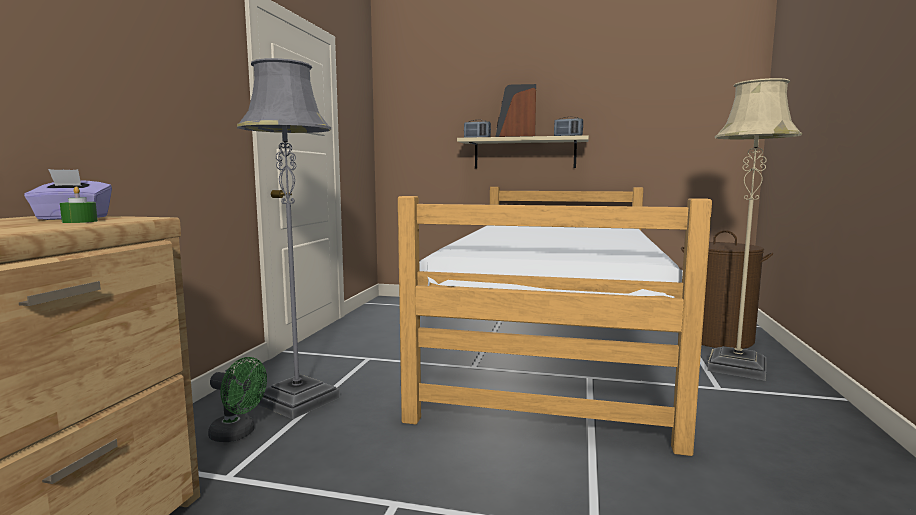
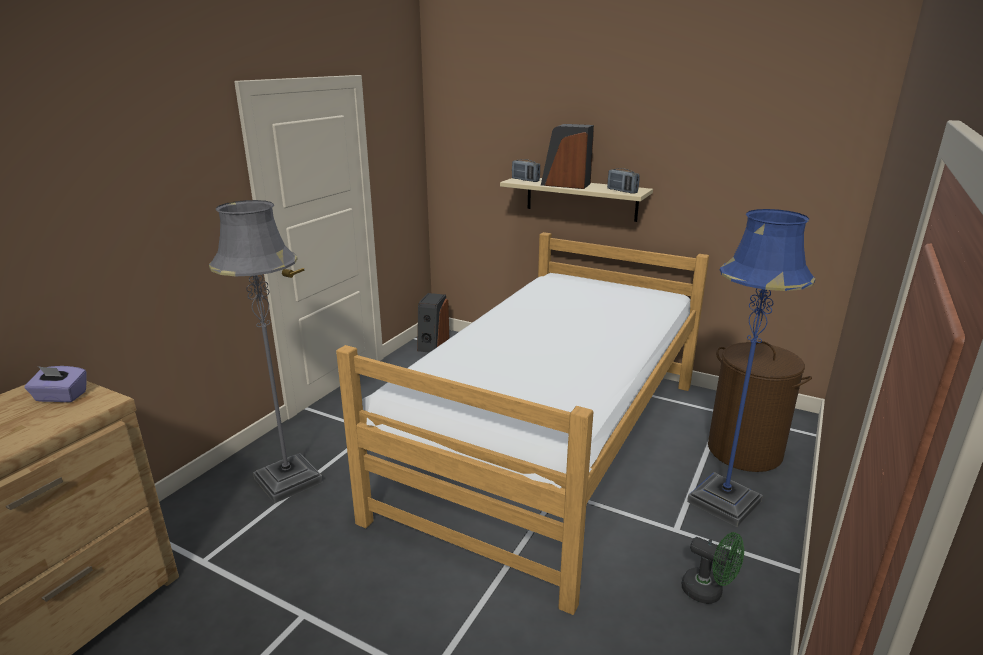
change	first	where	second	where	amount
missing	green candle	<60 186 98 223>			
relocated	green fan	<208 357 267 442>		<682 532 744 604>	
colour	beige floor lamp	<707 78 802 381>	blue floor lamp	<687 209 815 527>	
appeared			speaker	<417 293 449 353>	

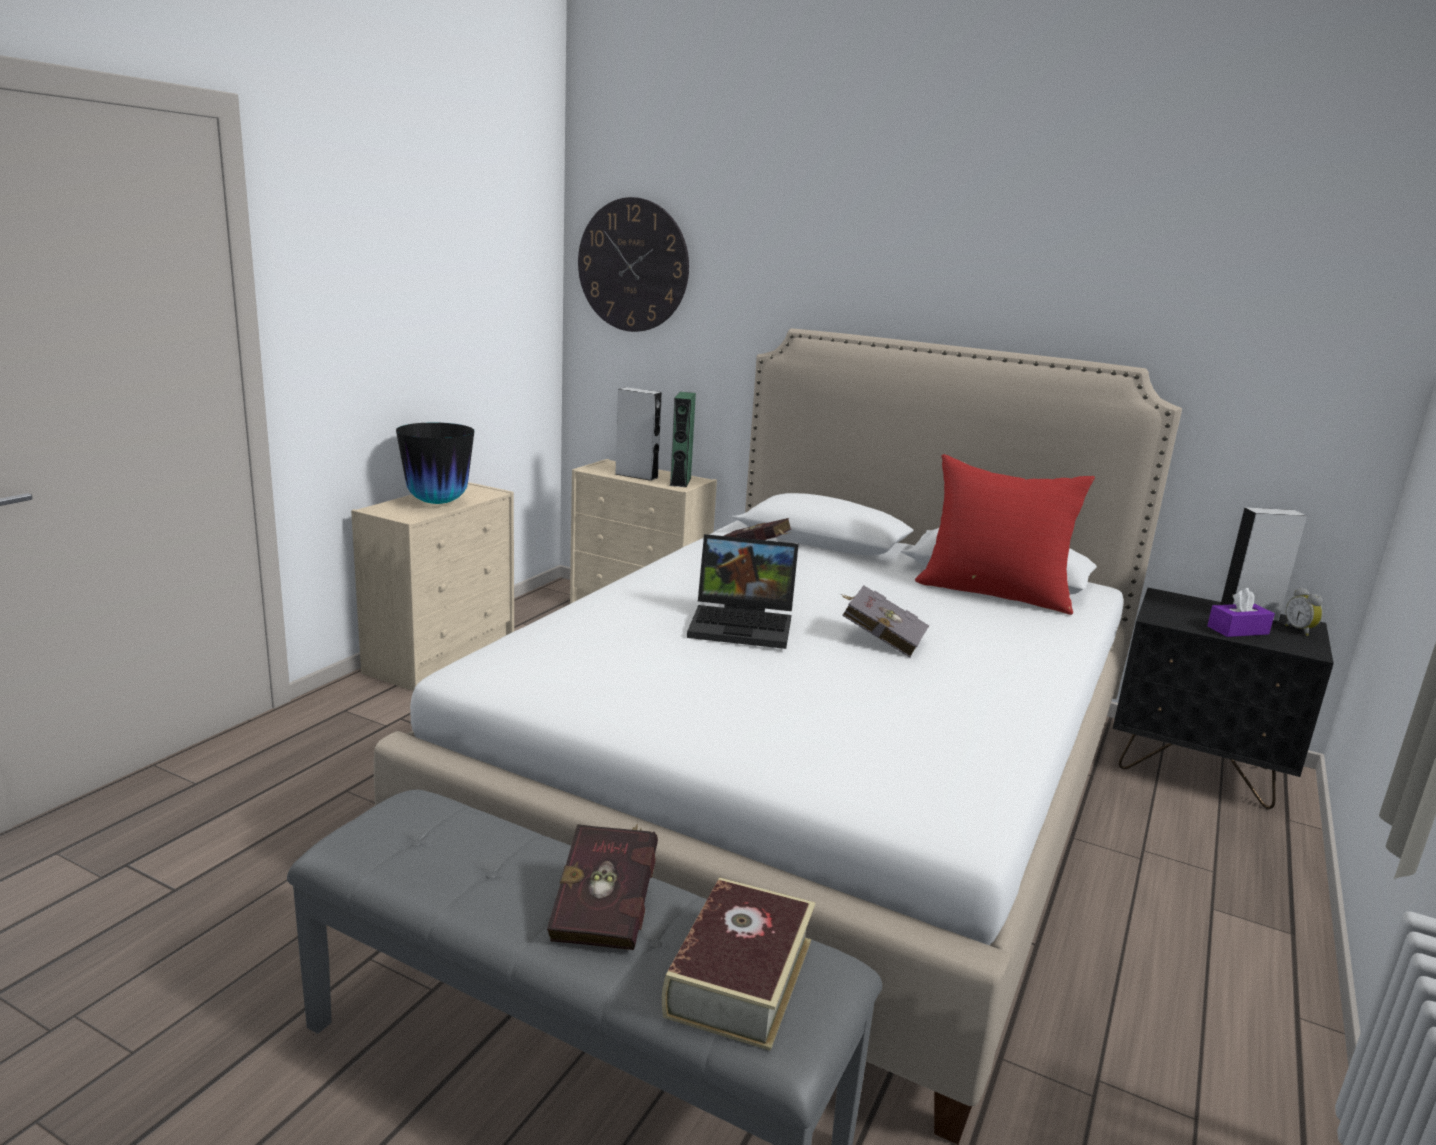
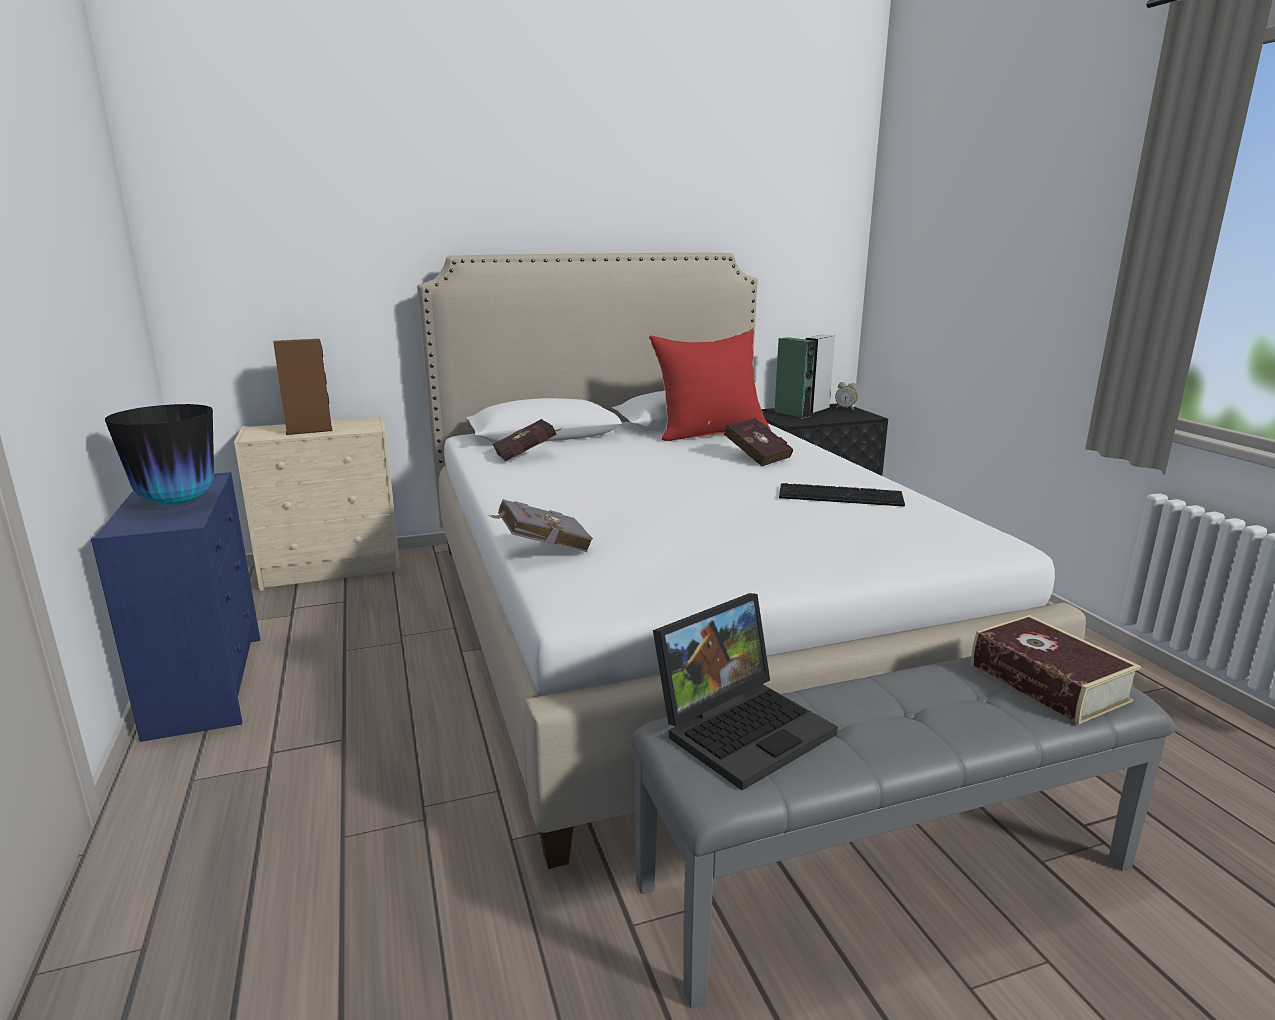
change	first	where	second	where	amount
colour	beige dresser	<351 482 514 691>	blue dresser	<91 472 260 742>	
relocated	red book	<547 824 658 950>		<724 418 793 466>	
missing	wall clock	<578 197 689 332>			
colour	grey speaker	<615 387 662 481>	brown speaker	<273 339 333 435>	
relocated	green speaker	<670 392 696 487>		<774 337 816 419>	
relocated	laptop	<687 534 799 649>		<653 593 838 790>	
relocated	grey book	<841 585 929 658>		<488 499 593 552>	
missing	purple tissue box	<1207 588 1275 637>			
appeared			keyboard	<779 483 905 507>	

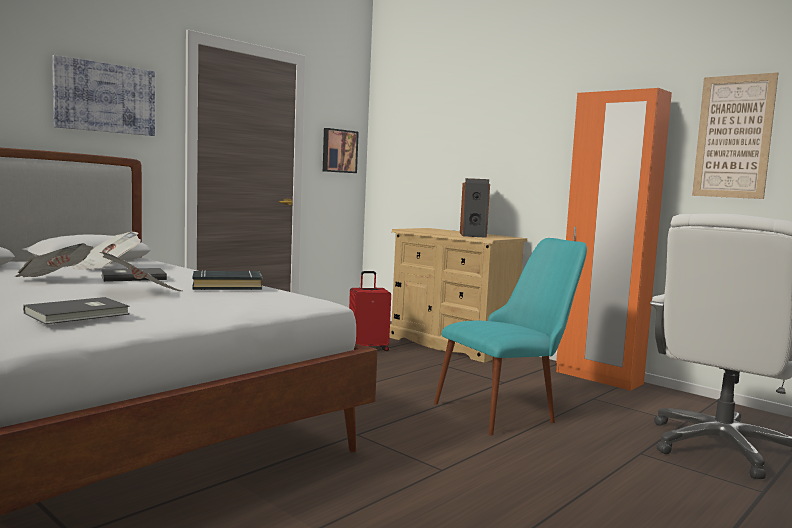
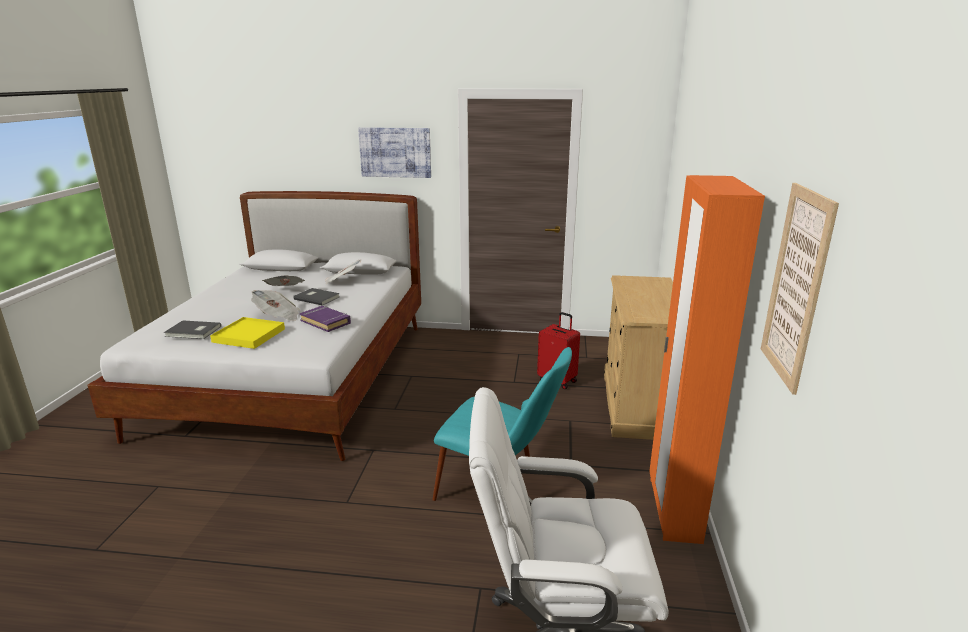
change	first	where	second	where	amount
colour	black book	<192 270 263 290>	purple book	<300 306 351 332>	
missing	picture	<323 128 359 173>			
missing	speaker	<460 178 490 238>			
appeared			yellow tray	<210 317 285 349>	

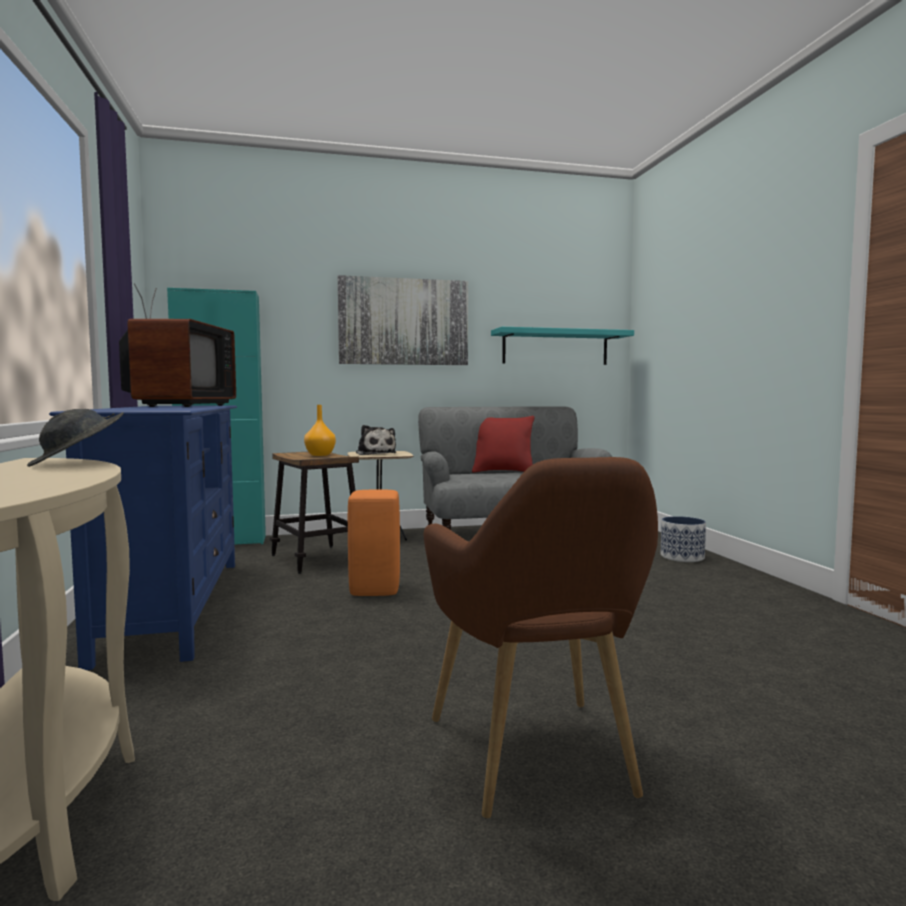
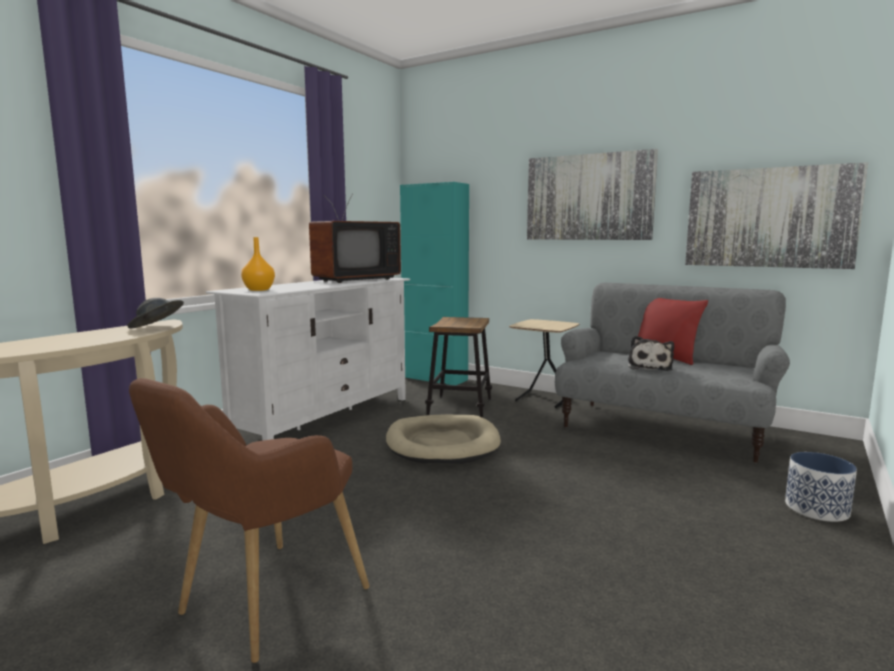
change	first	where	second	where	amount
colour	blue tv stand	<49 405 237 670>	white tv stand	<205 278 410 441>	
relocated	orange vase	<304 405 336 456>		<241 237 275 291>	
exchanged	orange stool	<348 490 400 596>	beige dog bed	<386 415 501 464>	
relocated	plush toy	<356 425 396 455>		<628 336 674 371>	
exchanged	turquoise shelf	<491 327 634 365>	picture	<685 162 868 269>	

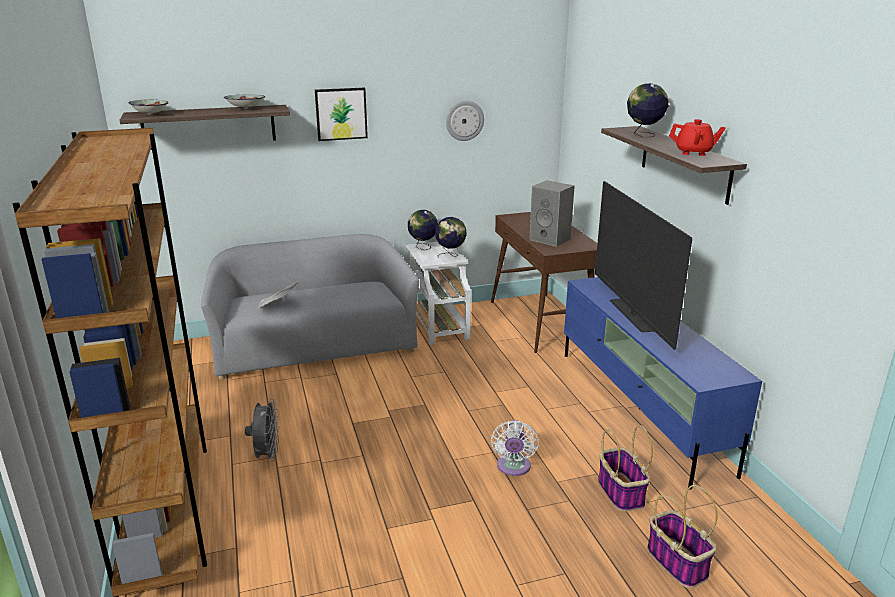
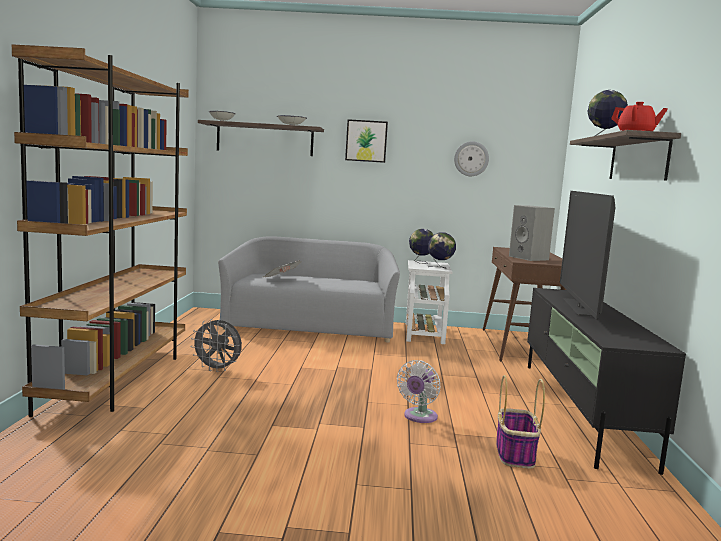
change	first	where	second	where	amount
spun	grey fan	<245 398 279 462>		<190 319 242 372>	90 degrees clockwise
colour	blue tv stand	<564 277 762 490>	black tv stand	<527 288 686 475>	
missing	basket	<647 485 717 588>			

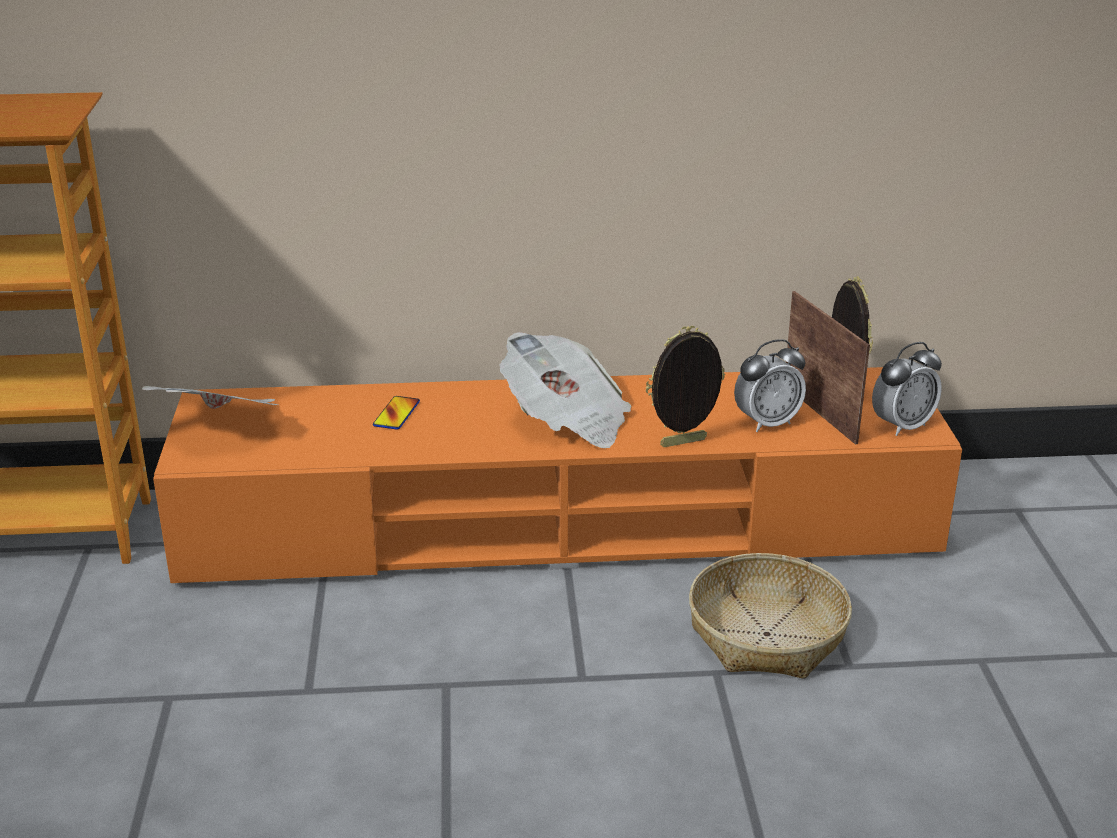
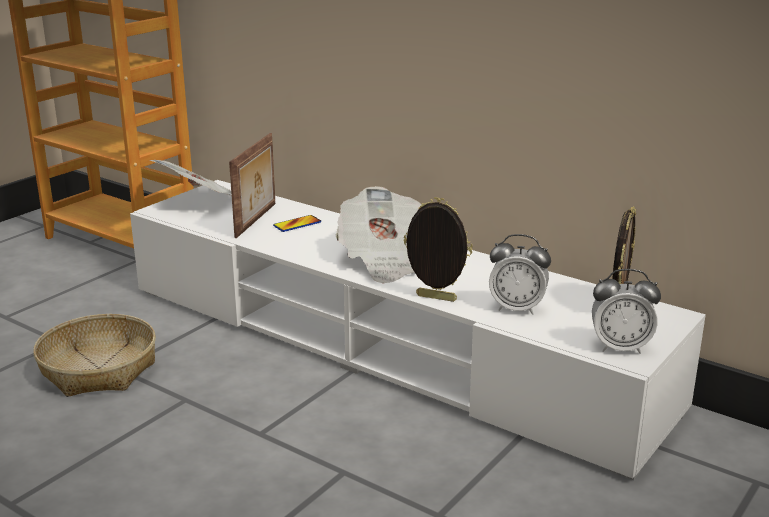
change	first	where	second	where	amount
colour	orange tv stand	<153 367 962 585>	white tv stand	<130 180 706 480>	
relocated	basket	<689 553 852 679>		<33 314 156 397>	
relocated	picture frame	<786 291 870 445>		<229 133 275 238>	

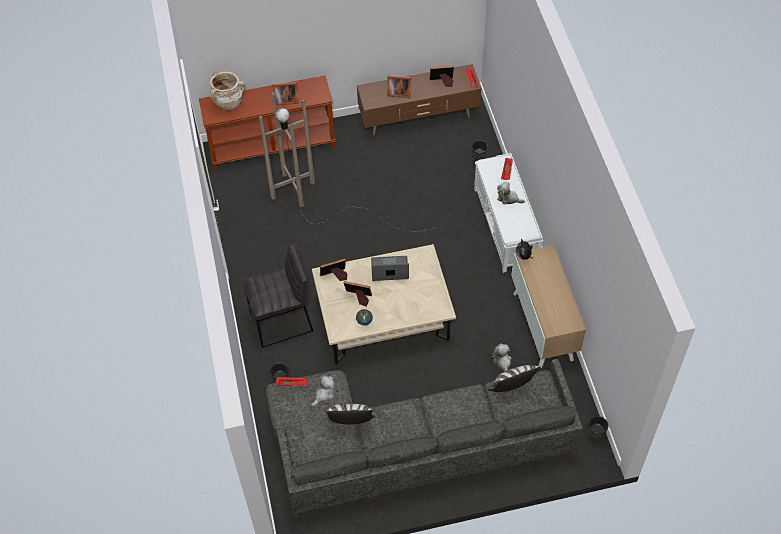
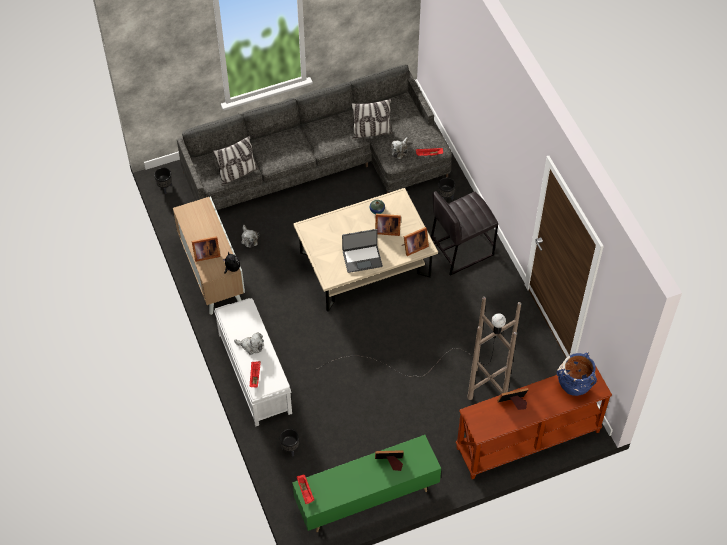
change	first	where	second	where	amount
colour	beige vase	<210 71 245 111>	blue vase	<557 352 597 396>	
colour	brown tv stand	<357 64 482 136>	green tv stand	<292 435 441 532>	
relocated	picture frame	<430 66 454 87>		<192 236 221 262>	

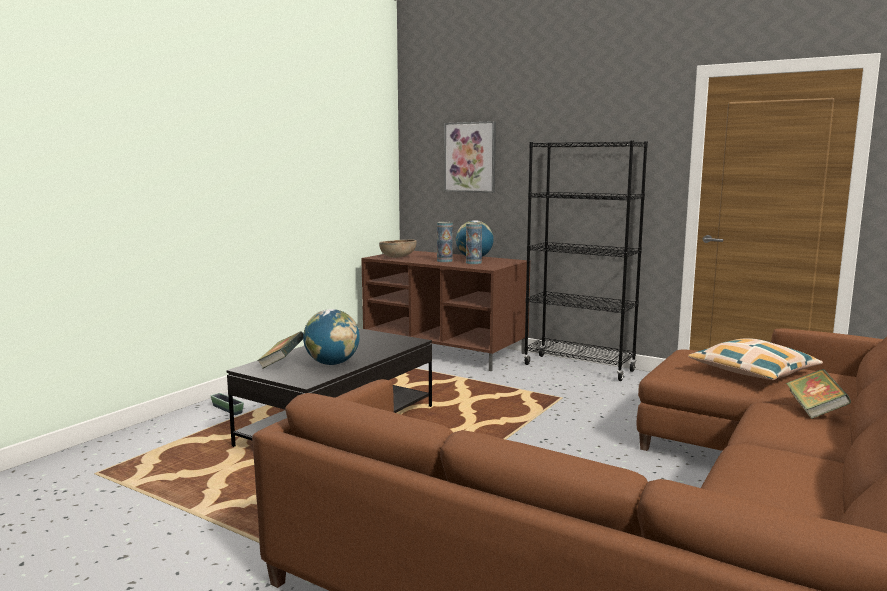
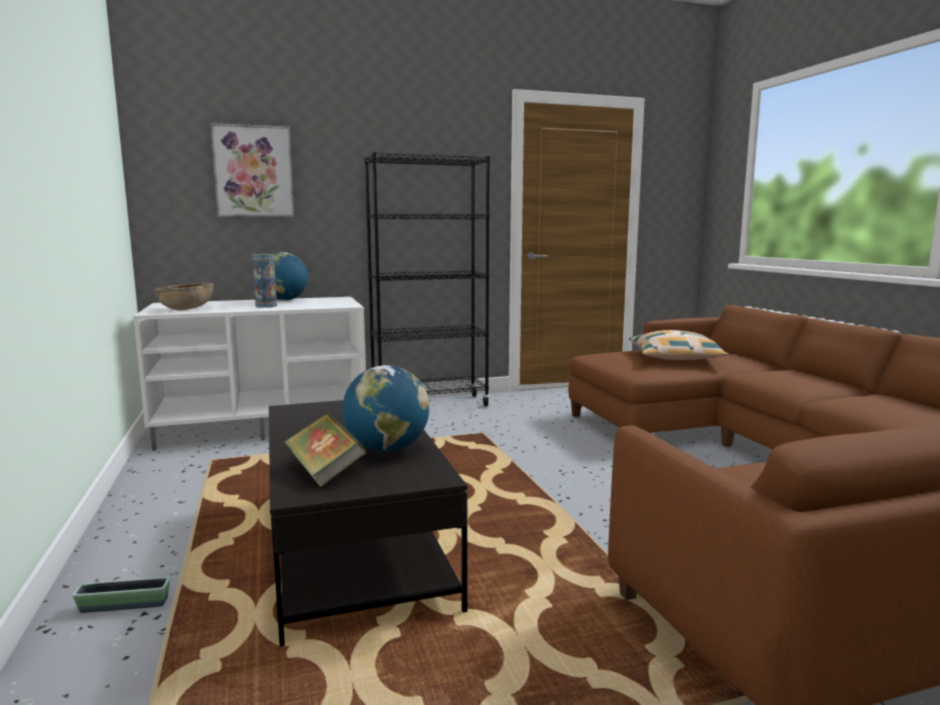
change	first	where	second	where	amount
colour	brown tv stand	<361 251 530 371>	white tv stand	<133 297 366 451>	
missing	vase	<466 223 482 264>			
missing	book	<786 369 851 419>			

